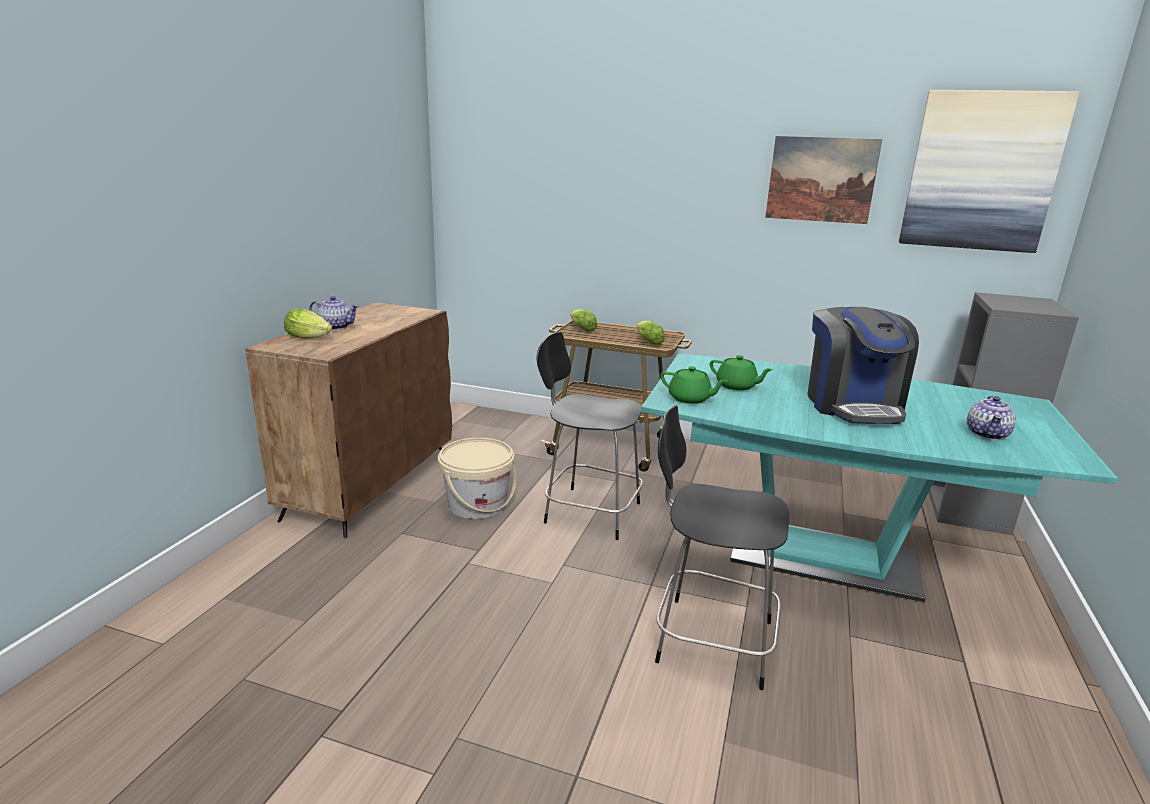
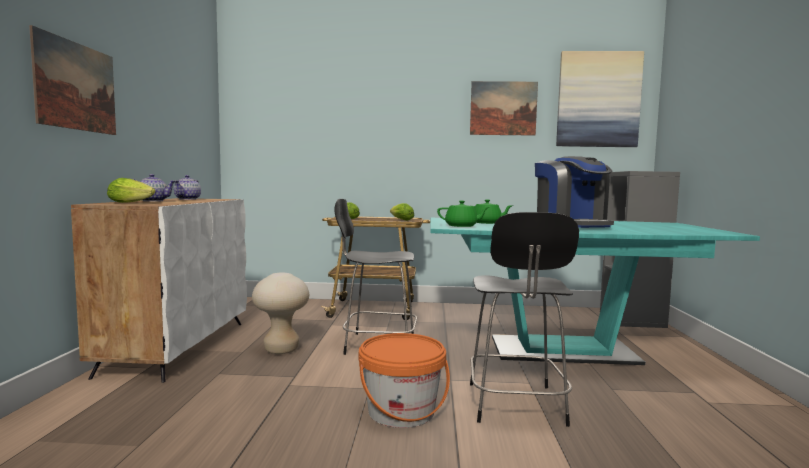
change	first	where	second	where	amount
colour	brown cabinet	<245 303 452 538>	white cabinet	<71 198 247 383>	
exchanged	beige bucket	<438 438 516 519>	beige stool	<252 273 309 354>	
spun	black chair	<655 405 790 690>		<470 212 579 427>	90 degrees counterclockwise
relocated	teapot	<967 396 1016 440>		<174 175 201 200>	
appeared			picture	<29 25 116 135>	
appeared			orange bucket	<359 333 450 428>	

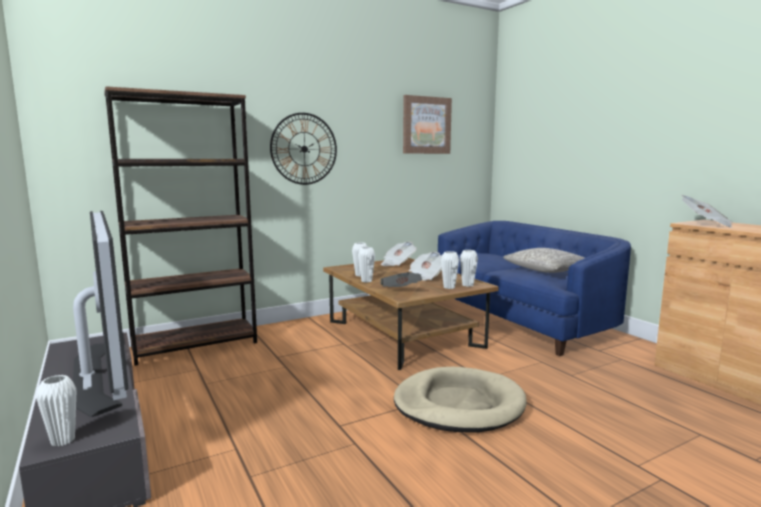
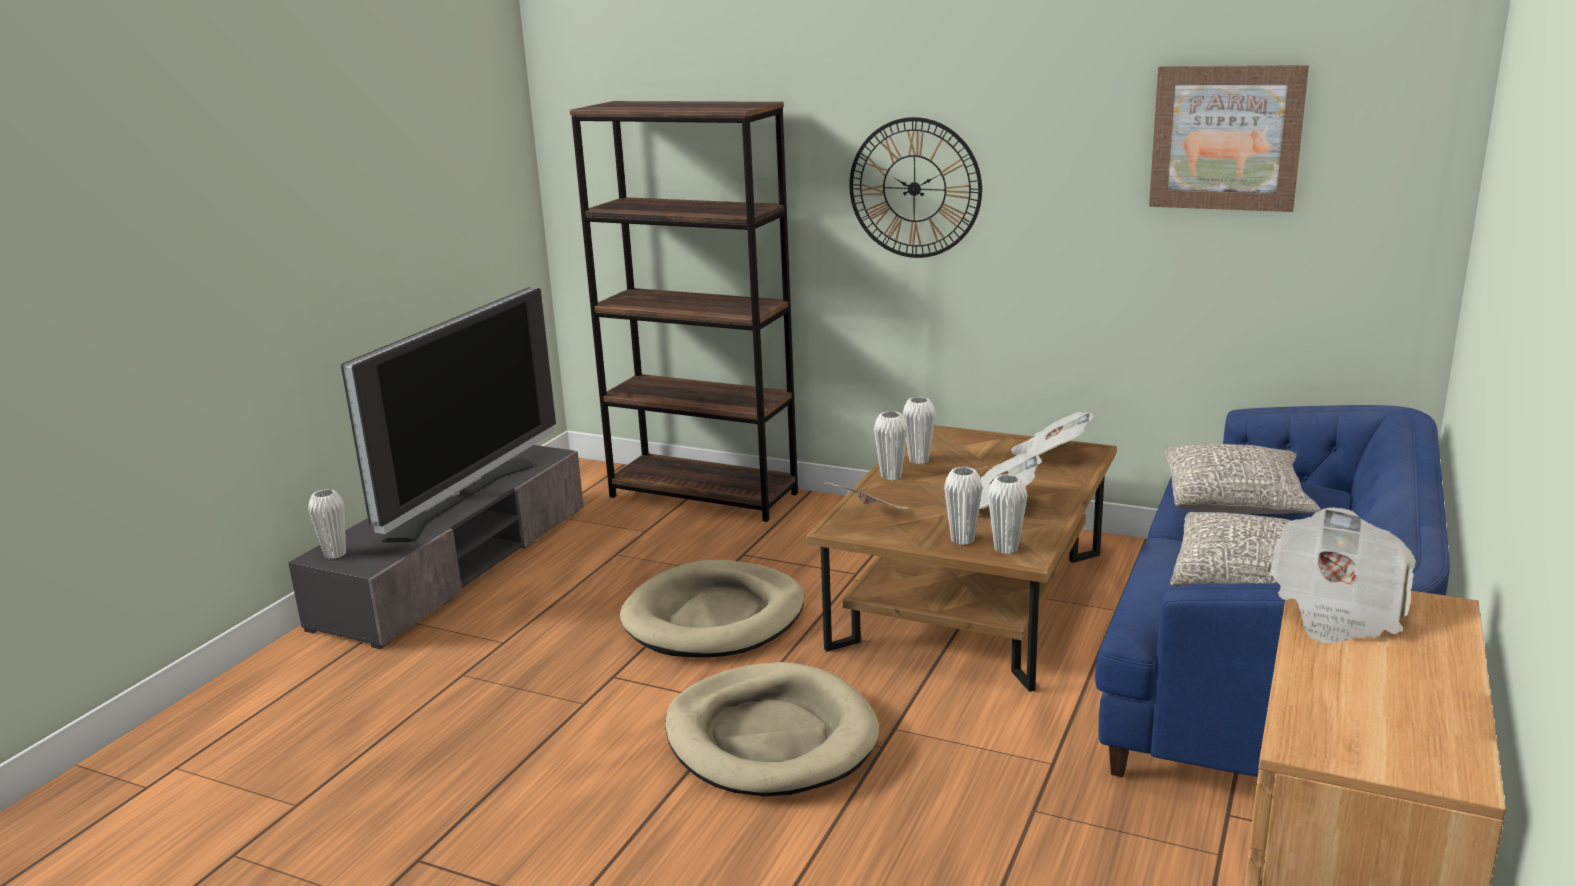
change	first	where	second	where	amount
appeared			beige dog bed	<620 560 804 658>	
appeared			grey pillow	<1164 444 1321 514>	

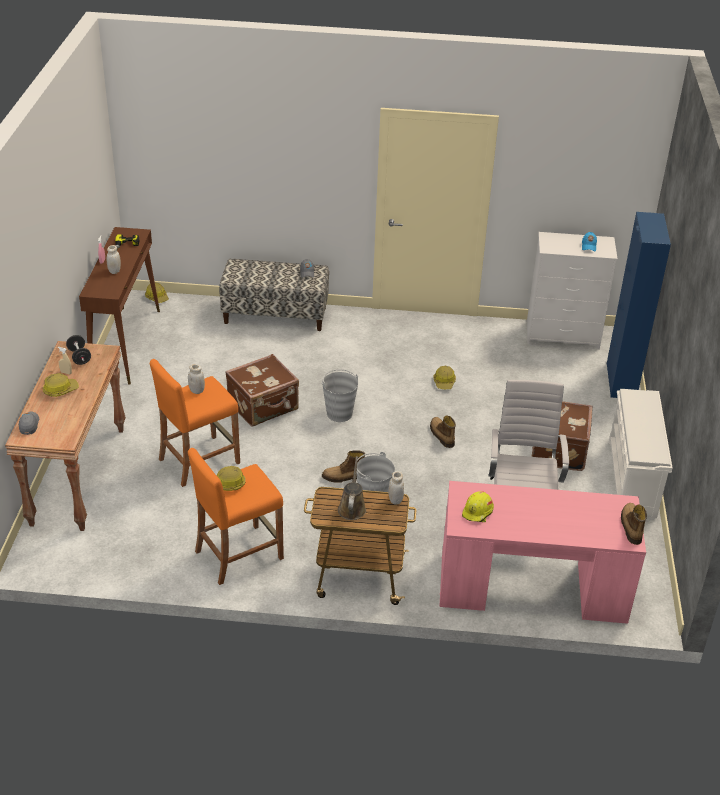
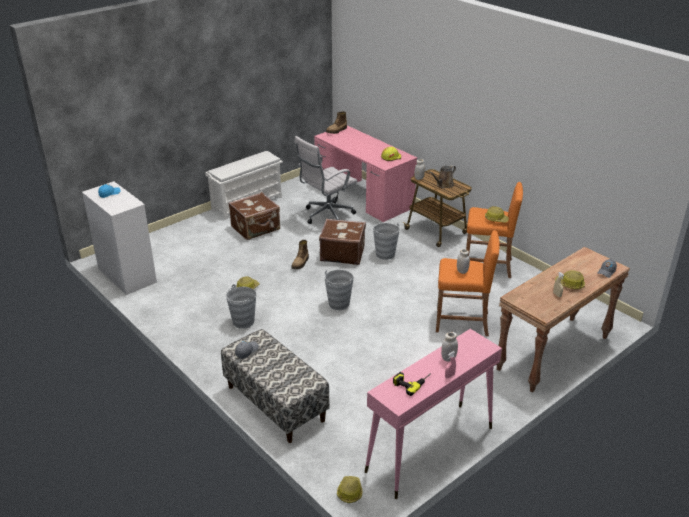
change	first	where	second	where	amount
missing	black dumbbell	<66 335 91 365>			
colour	brown console table	<79 227 160 385>	pink console table	<365 329 502 499>	
relocated	brown suitcase	<225 354 299 427>		<319 219 366 265>	
missing	boot	<322 450 365 483>			
missing	blue cabinet	<607 212 671 398>			
appeared			grey bucket	<226 284 256 329>	

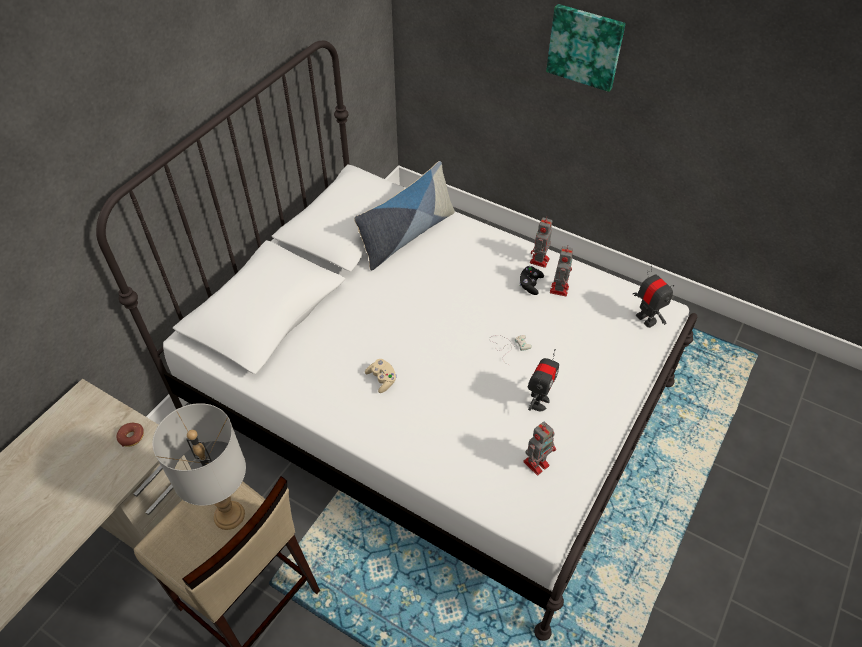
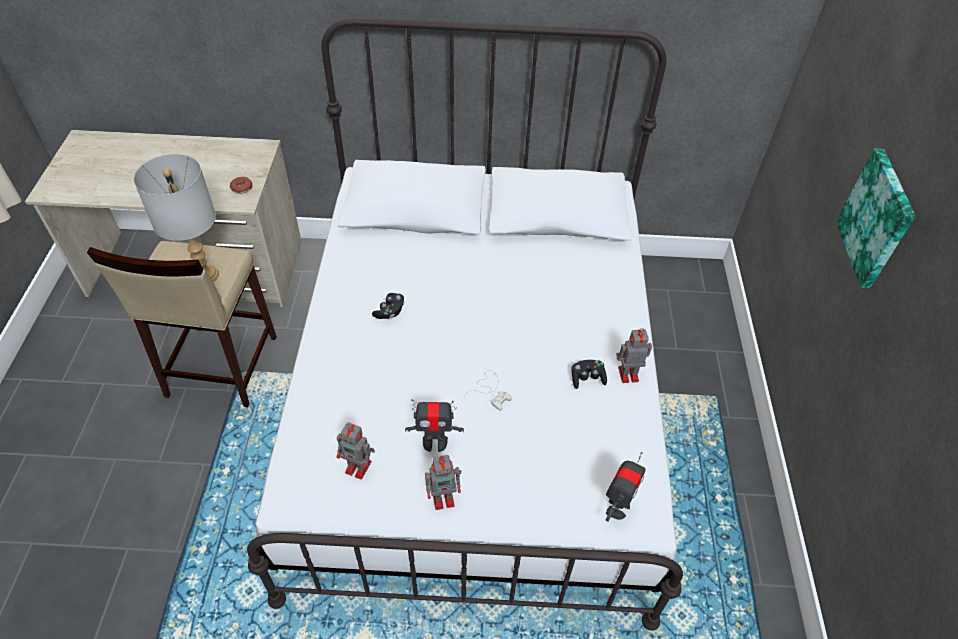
change	first	where	second	where	amount
missing	pillow	<354 161 455 270>			
colour	beige game controller	<365 359 397 393>	black game controller	<372 293 405 319>	
relocated	toy robot	<550 246 573 296>		<425 455 461 510>	

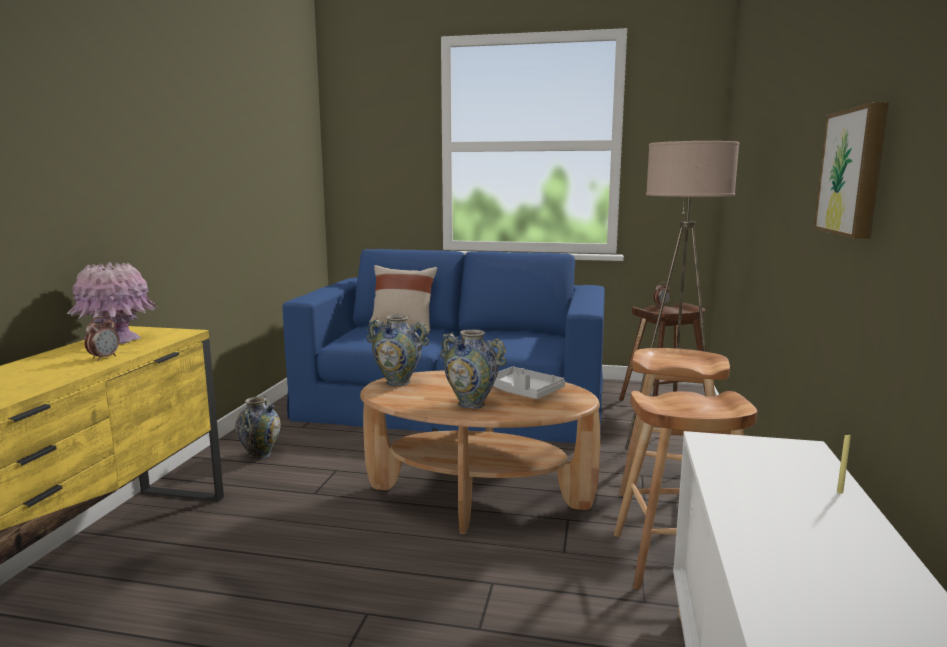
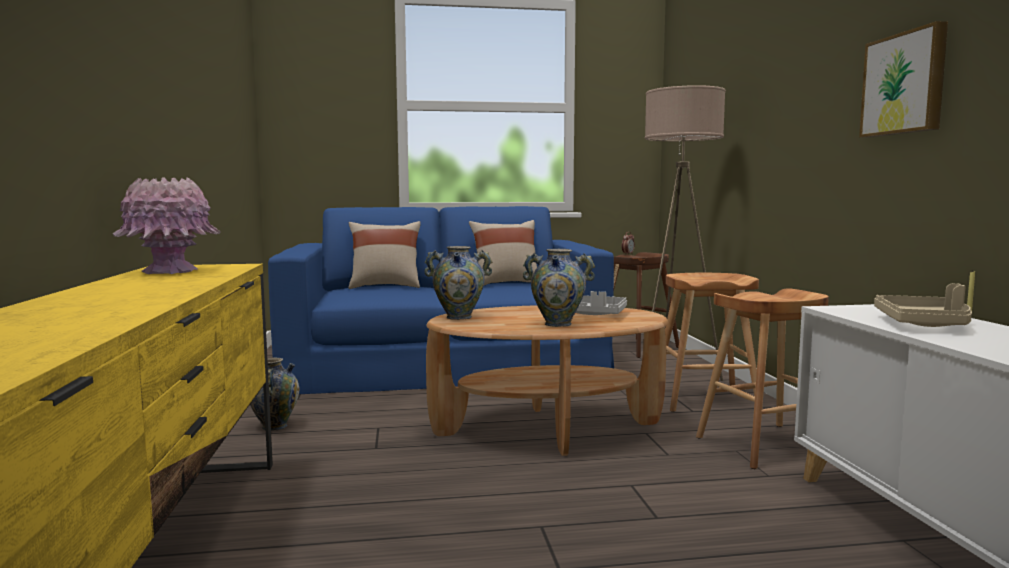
change	first	where	second	where	amount
missing	alarm clock	<84 316 120 361>			
appeared			beige pillow	<469 220 537 285>	
appeared			beige tray	<874 283 972 327>	

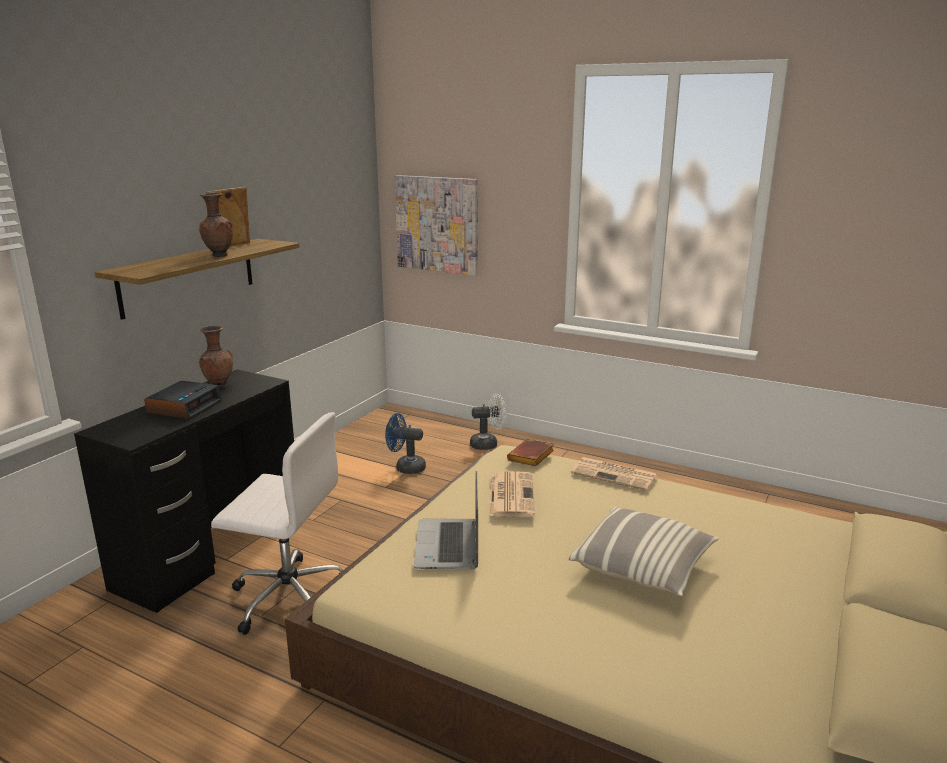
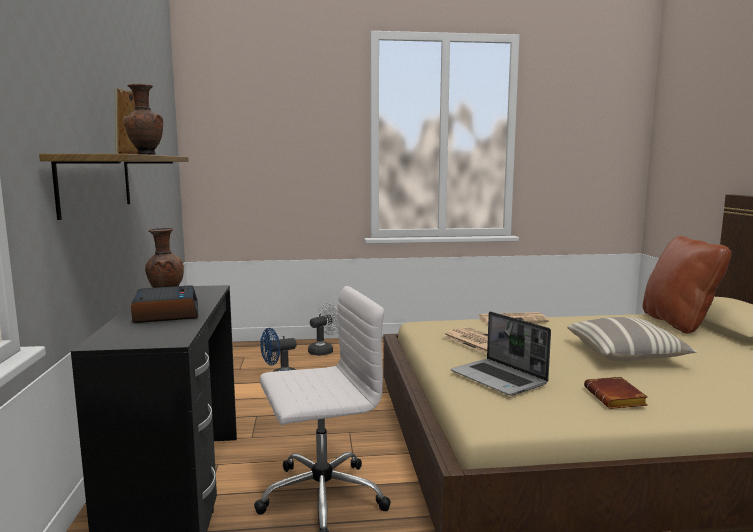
change	first	where	second	where	amount
missing	picture	<395 175 478 275>			
relocated	brown book	<507 439 554 466>		<584 377 648 409>	
appeared			brown pillow	<643 236 731 334>	

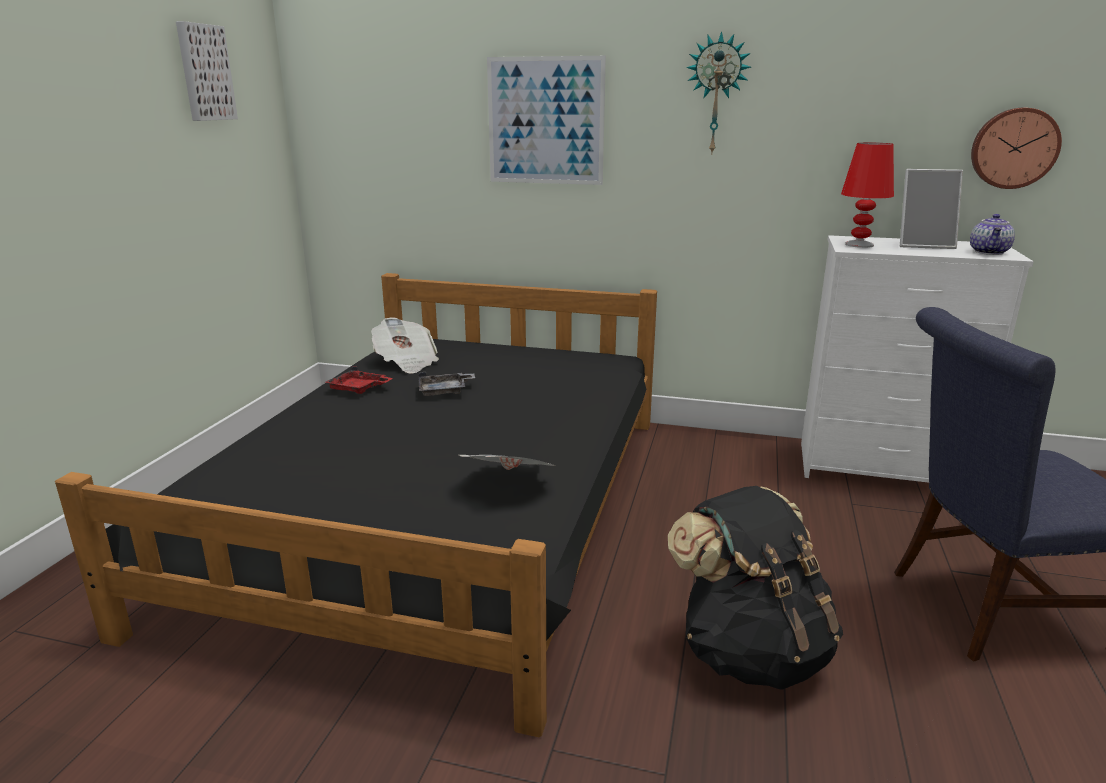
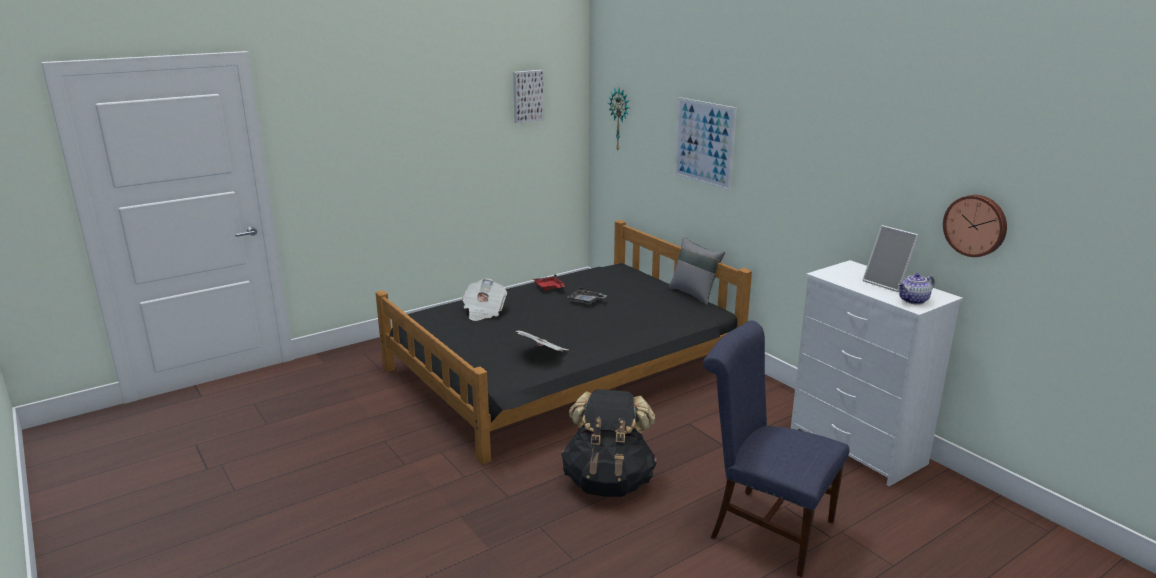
change	first	where	second	where	amount
relocated	newspaper	<371 317 439 374>		<462 278 507 321>	
relocated	wall clock	<686 31 751 155>		<608 88 629 151>	
missing	red table lamp	<841 143 894 248>			
appeared			grey pillow	<668 237 725 305>	

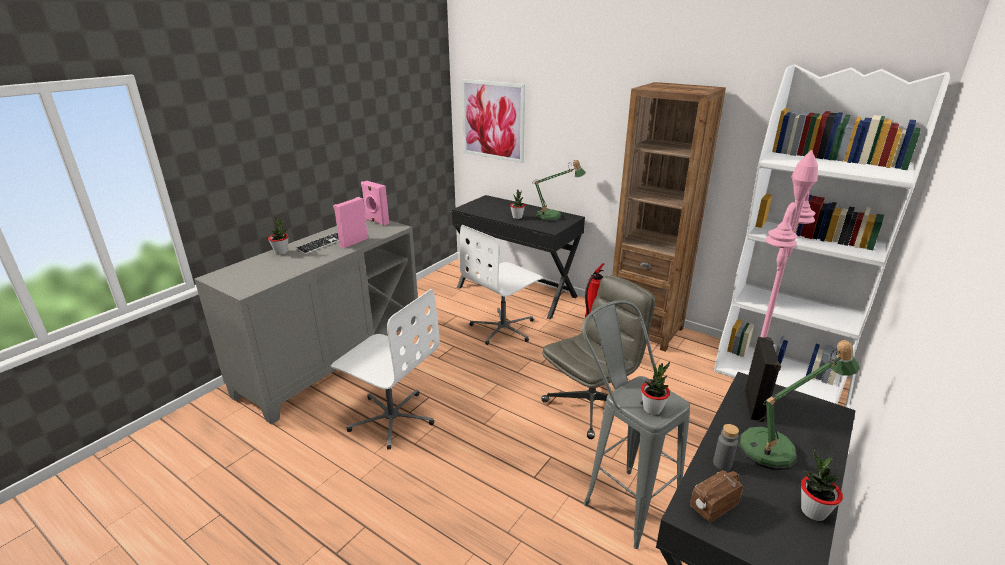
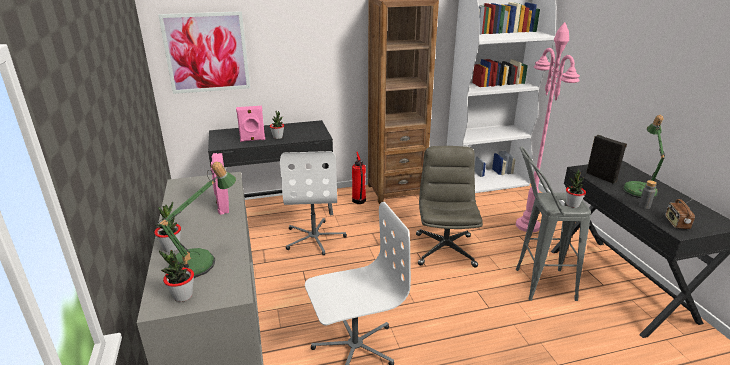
change	first	where	second	where	amount
missing	keyboard	<295 232 339 254>			
relocated	pink speaker	<361 181 389 226>		<236 106 265 142>	
relocated	table lamp	<533 160 586 221>		<157 162 236 278>	
relocated	potted plant	<801 450 843 521>		<159 250 194 302>	

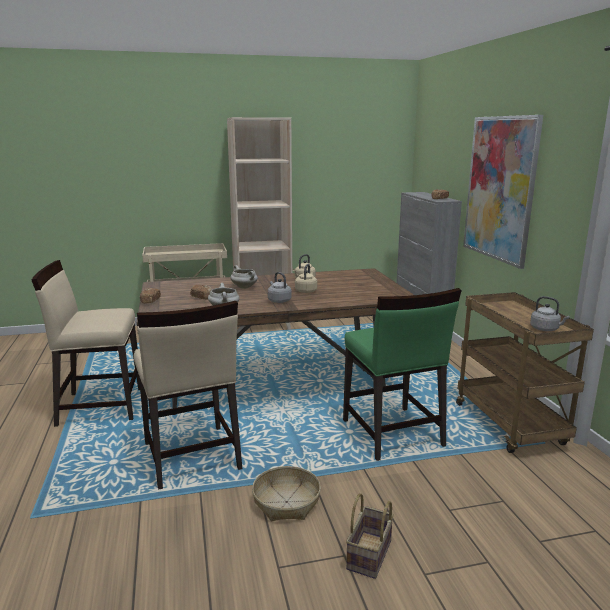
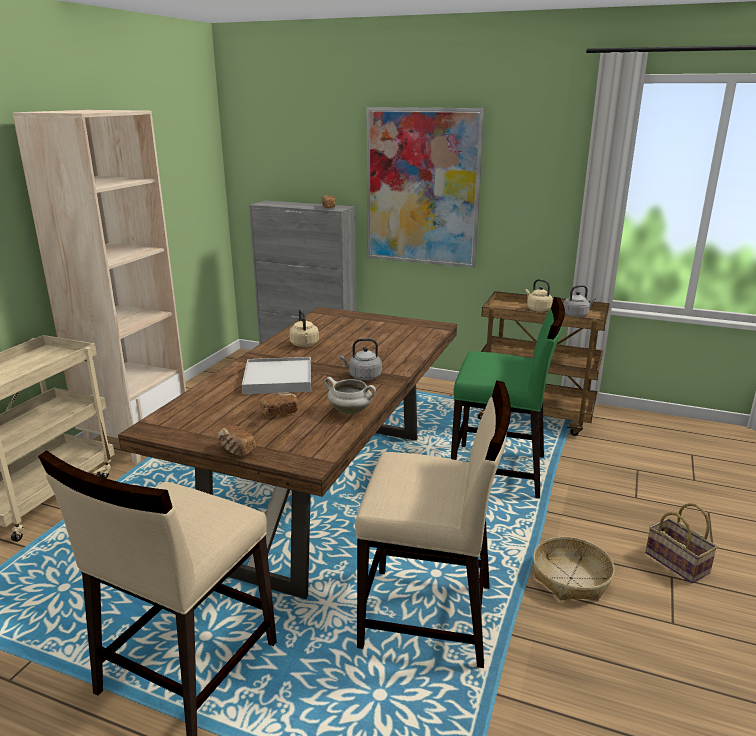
change	first	where	second	where	amount
exchanged	white cooking pot	<230 265 258 289>	white tray	<242 357 311 394>	
relocated	beige kettle	<295 264 317 293>		<525 279 553 312>	

